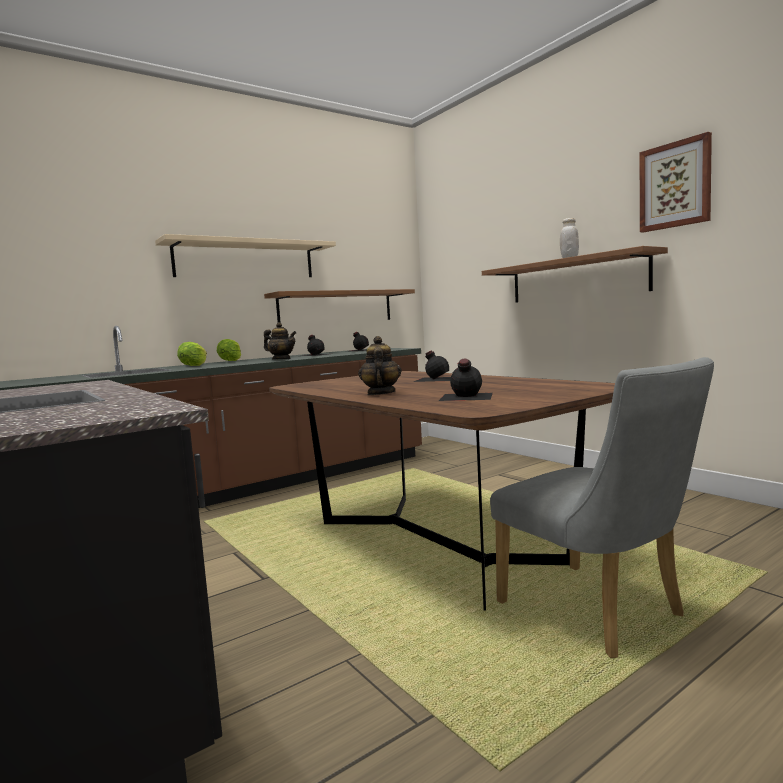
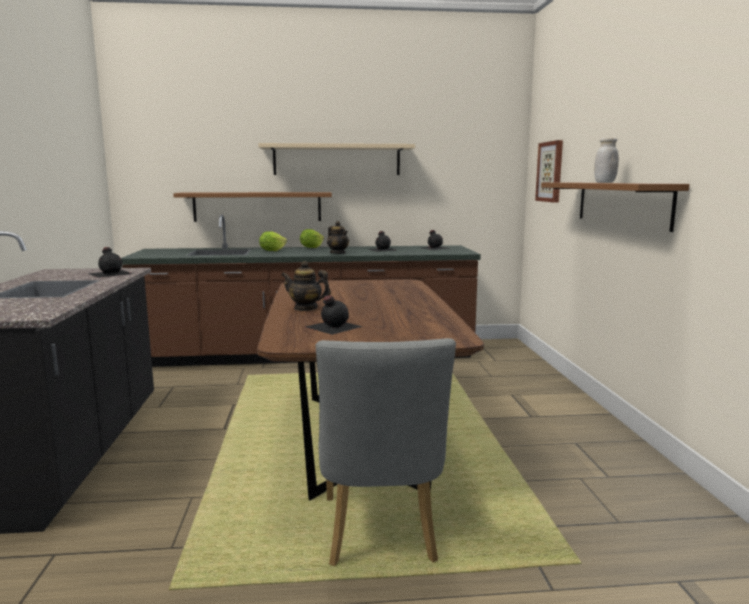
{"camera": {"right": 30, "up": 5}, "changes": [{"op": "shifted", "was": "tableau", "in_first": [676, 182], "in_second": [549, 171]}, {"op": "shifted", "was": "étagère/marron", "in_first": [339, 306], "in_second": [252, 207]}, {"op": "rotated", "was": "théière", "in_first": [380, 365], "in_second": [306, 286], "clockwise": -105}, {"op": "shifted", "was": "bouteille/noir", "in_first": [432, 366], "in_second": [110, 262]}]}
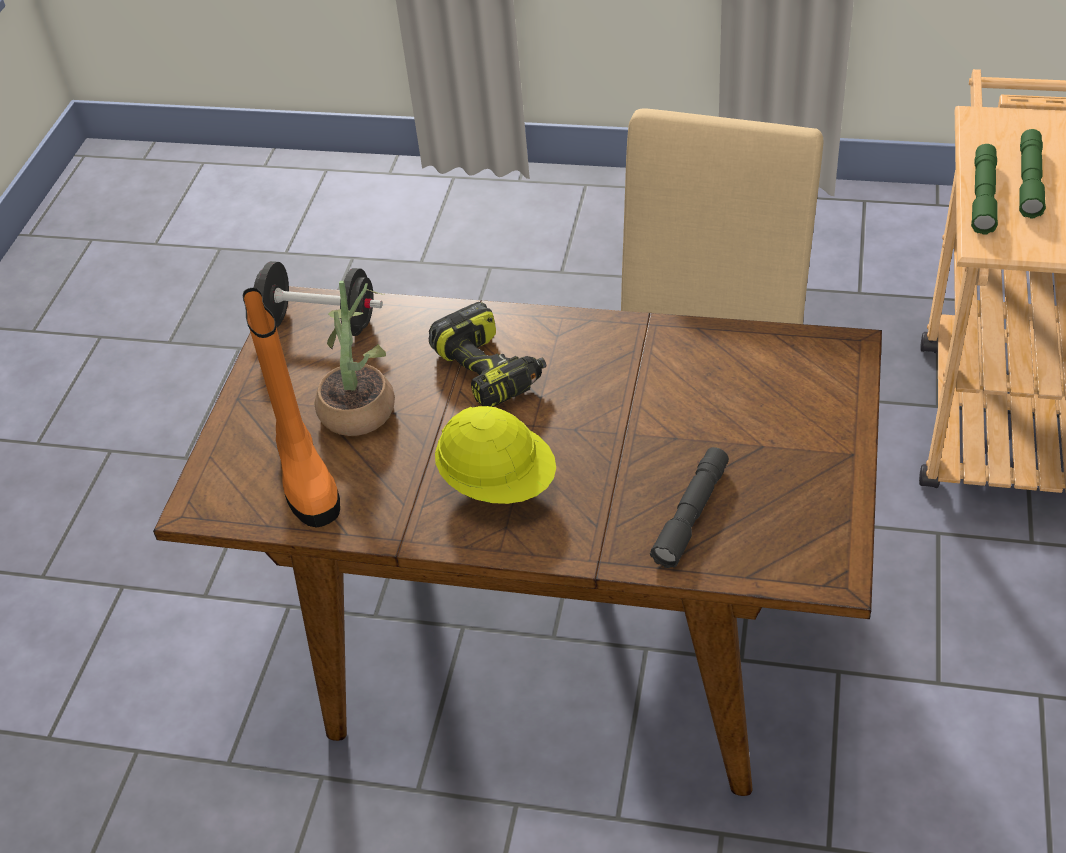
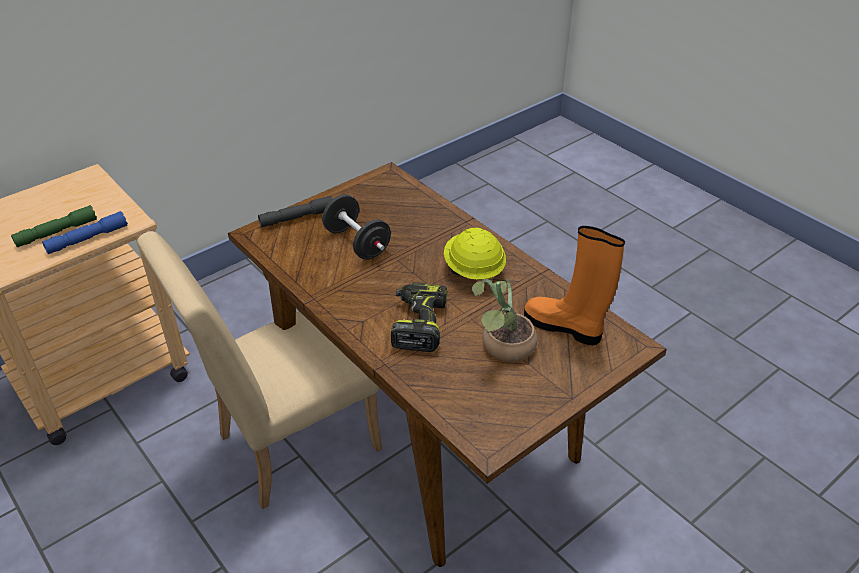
{"camera": {"right": -145, "up": -5}, "changes": [{"op": "repainted", "was": "lampe de poche/vert", "now": "lampe de poche/bleu", "in_first": [984, 189], "in_second": [85, 232]}, {"op": "shifted", "was": "haltère/noir", "in_first": [318, 298], "in_second": [356, 227]}, {"op": "rotated", "was": "botte/orange", "in_first": [291, 408], "in_second": [574, 285], "clockwise": -75}, {"op": "shifted", "was": "lampe de poche/gris", "in_first": [689, 507], "in_second": [295, 211]}]}
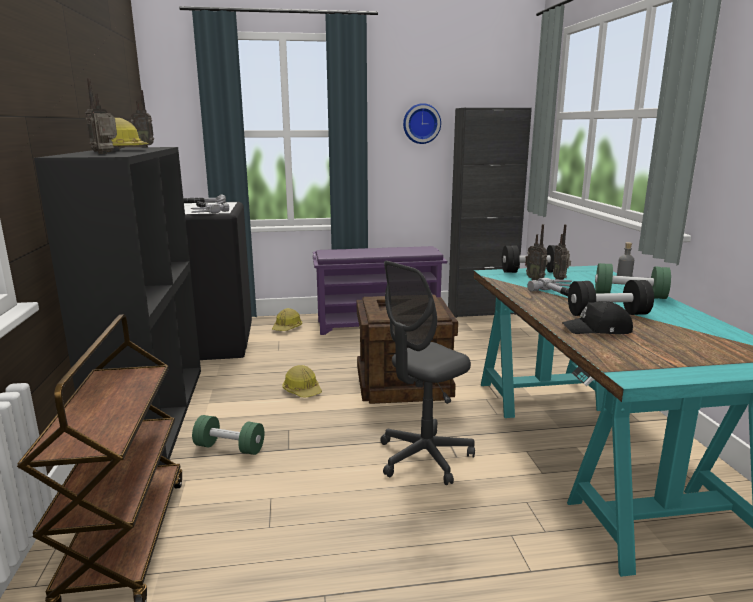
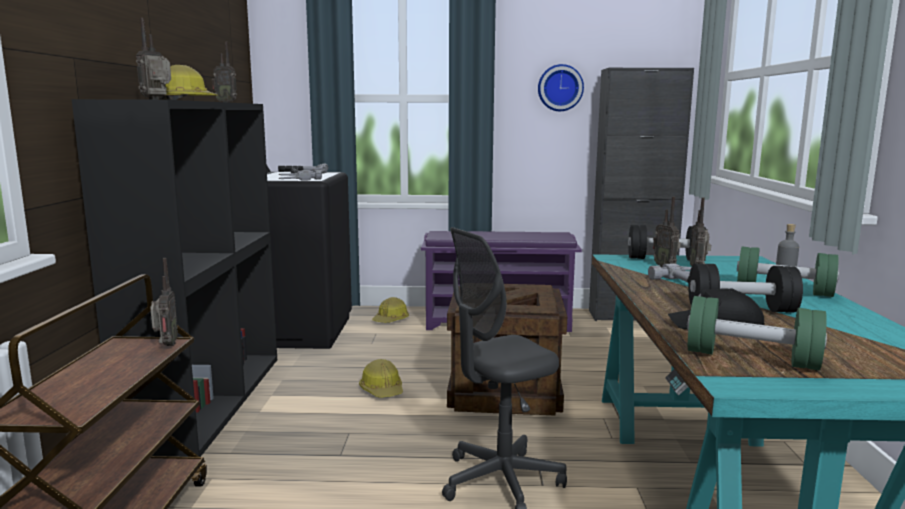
{"camera": {"right": 10, "up": -5}, "changes": [{"op": "shifted", "was": "haltère/vert", "in_first": [228, 435], "in_second": [757, 333]}, {"op": "new", "now": "radio", "in_second": [164, 302]}]}
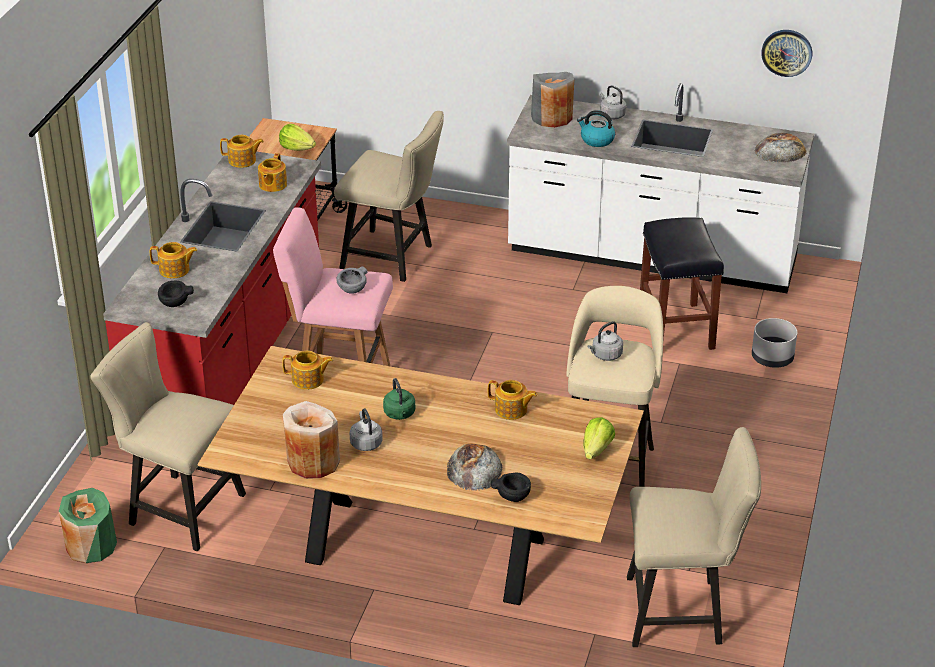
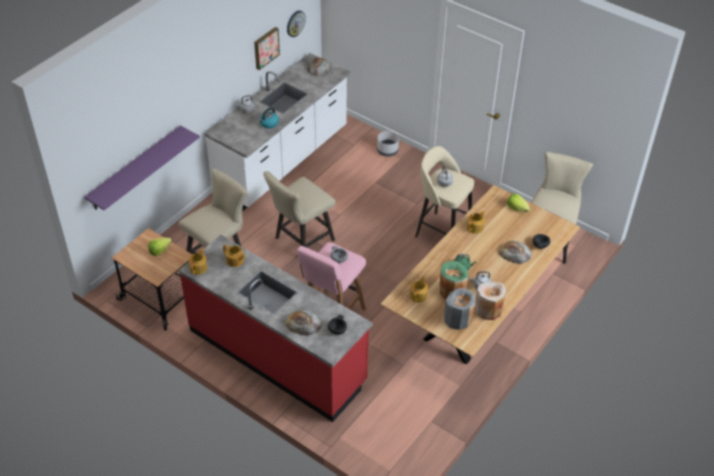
{"camera": {"right": -70, "up": 10}, "changes": [{"op": "shifted", "was": "vase/gris", "in_first": [552, 100], "in_second": [459, 309]}, {"op": "gone", "was": "tabouret/noir", "in_first": [682, 283]}, {"op": "swapped", "was": "théière", "now": "pain", "in_first": [173, 260], "in_second": [303, 323]}, {"op": "shifted", "was": "chaise/beige", "in_first": [168, 436], "in_second": [299, 209]}, {"op": "shifted", "was": "vase/vert", "in_first": [88, 525], "in_second": [454, 280]}, {"op": "new", "now": "tableau", "in_second": [267, 48]}, {"op": "new", "now": "étagère/violet", "in_second": [142, 167]}]}
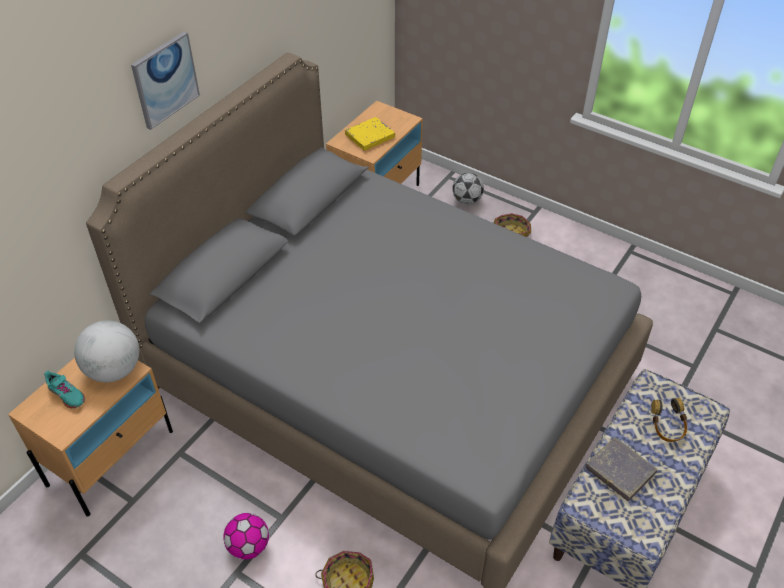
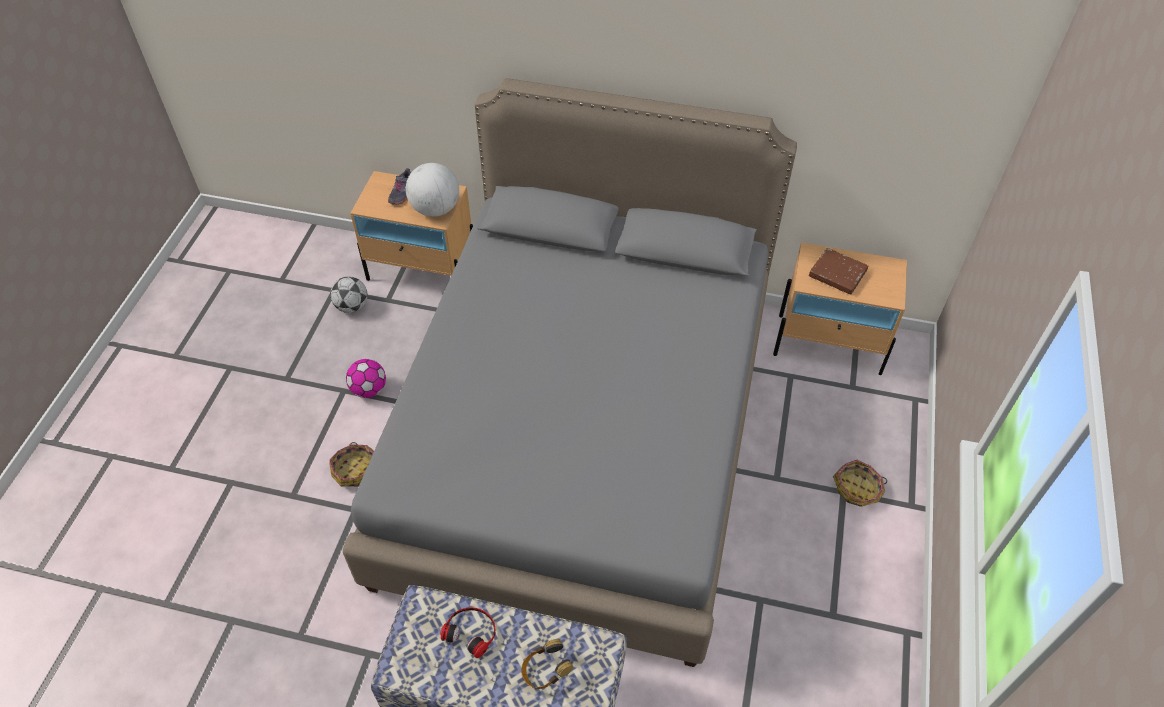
{"camera": {"right": 70, "up": 5}, "changes": [{"op": "gone", "was": "tableau", "in_first": [165, 80]}, {"op": "repainted", "was": "livre/jaune", "now": "livre/marron", "in_first": [370, 134], "in_second": [838, 271]}, {"op": "shifted", "was": "ballon de foot", "in_first": [468, 188], "in_second": [349, 294]}, {"op": "repainted", "was": "chaussure/turquoise", "now": "chaussure/gris", "in_first": [64, 390], "in_second": [399, 186]}, {"op": "swapped", "was": "livre/gris", "now": "casque audio", "in_first": [621, 469], "in_second": [467, 632]}]}
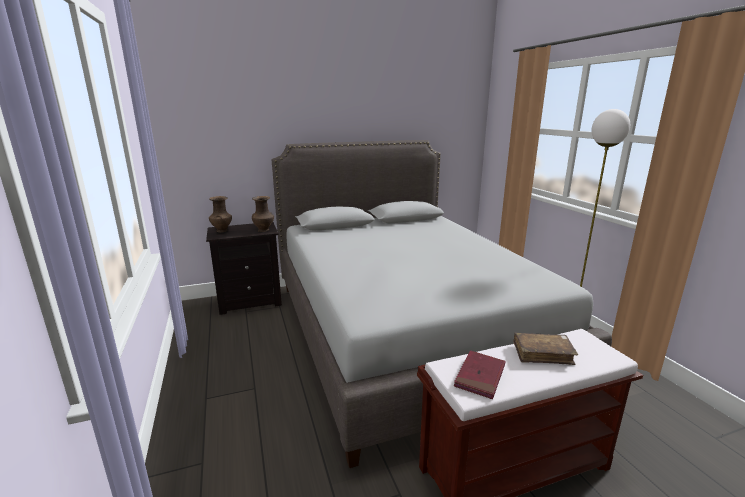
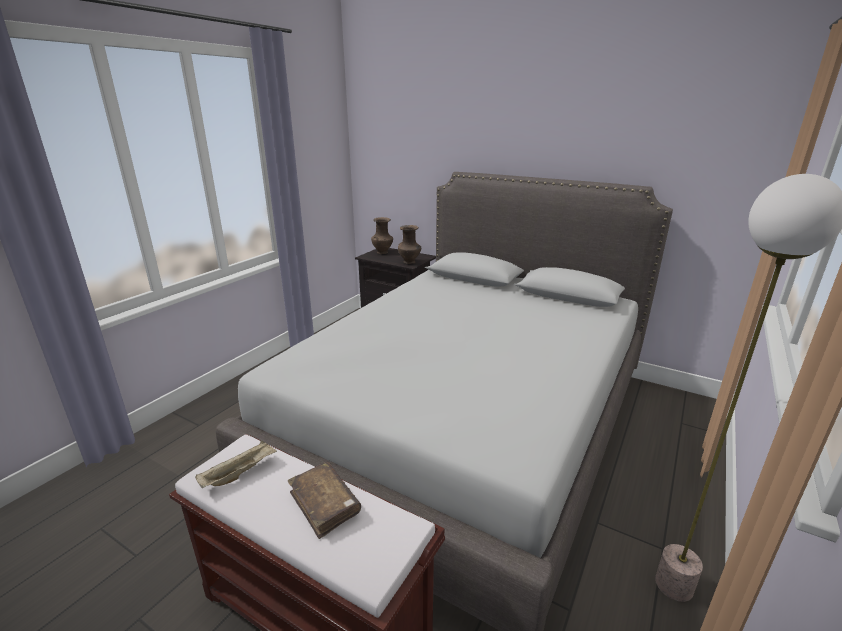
{"camera": {"right": 50, "up": 5}, "changes": [{"op": "swapped", "was": "livre/rouge", "now": "plateau/beige", "in_first": [480, 374], "in_second": [236, 464]}]}
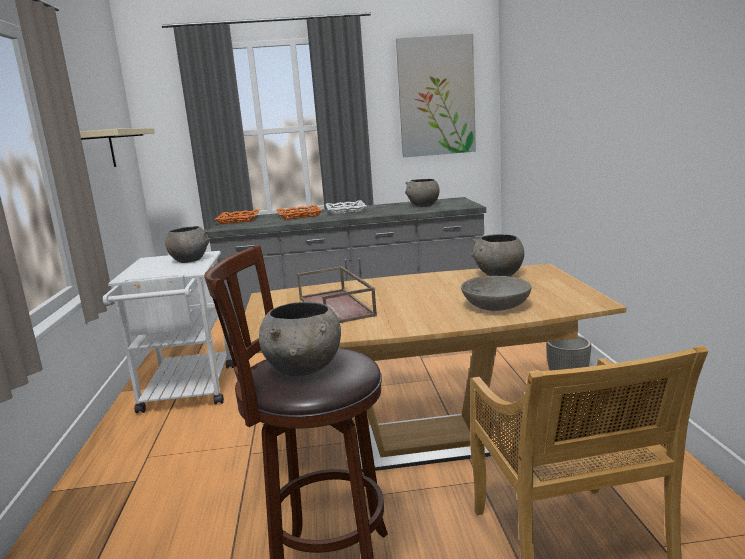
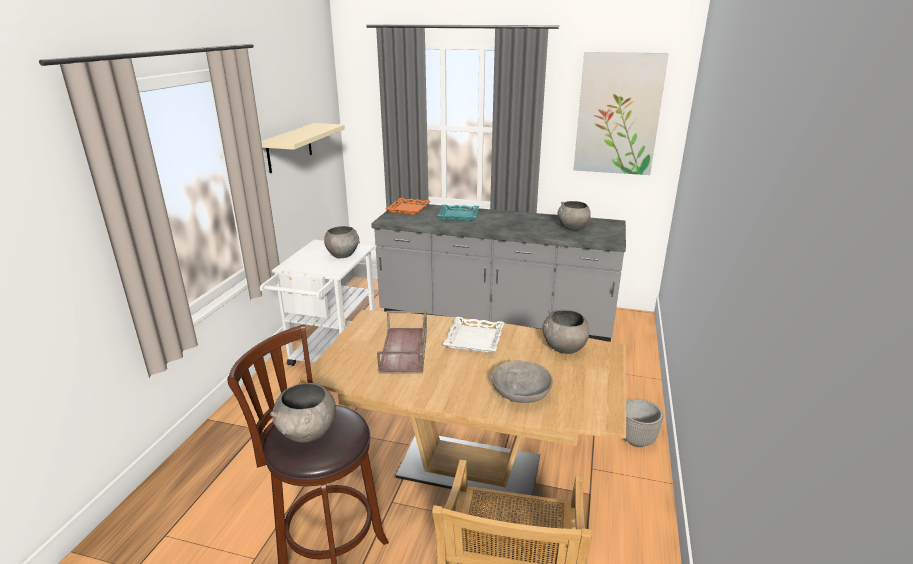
{"camera": {"right": 20, "up": 10}, "changes": [{"op": "shifted", "was": "plateau/blanc", "in_first": [346, 207], "in_second": [474, 335]}, {"op": "repainted", "was": "plateau/orange", "now": "plateau/turquoise", "in_first": [299, 212], "in_second": [458, 213]}]}
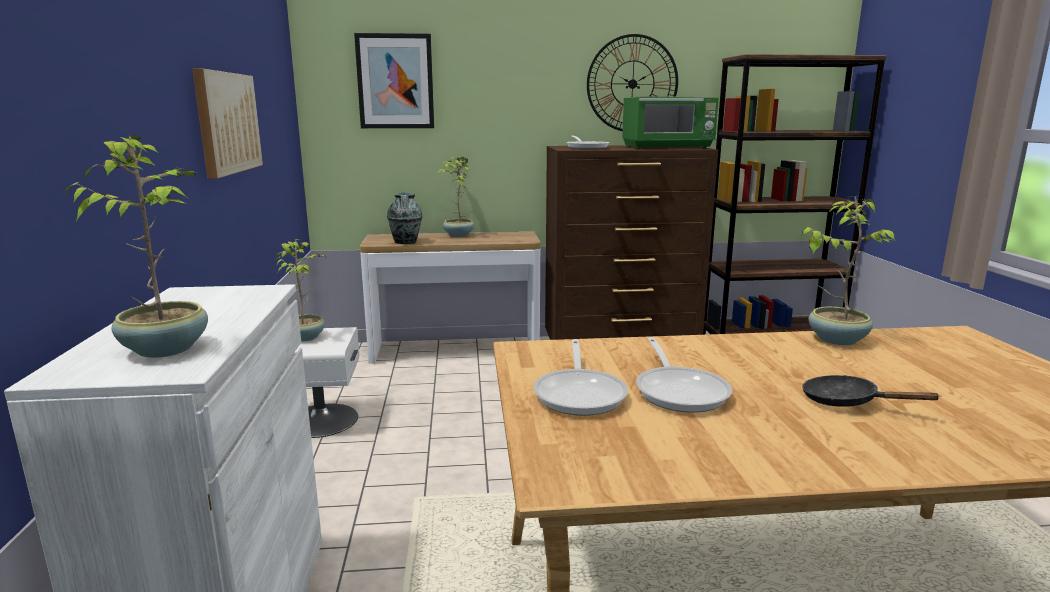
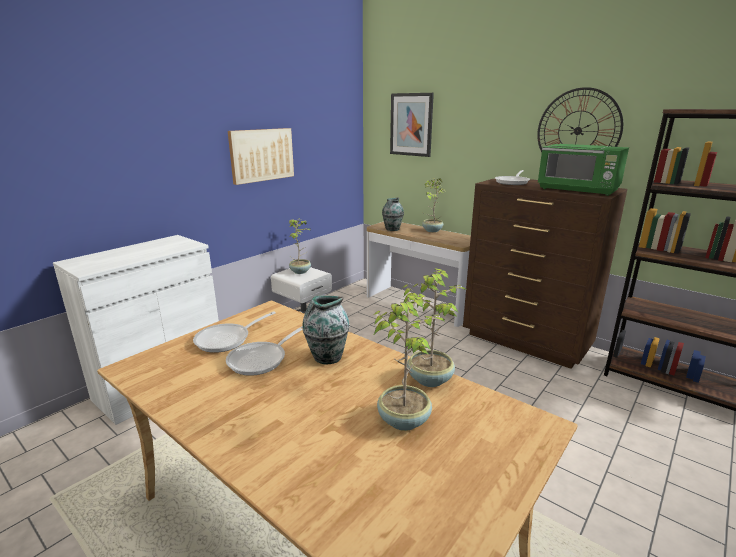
{"camera": {"right": 45, "up": 5}, "changes": [{"op": "shifted", "was": "plante en pot", "in_first": [136, 247], "in_second": [409, 363]}, {"op": "gone", "was": "poêle/noir", "in_first": [871, 391]}, {"op": "new", "now": "vase", "in_second": [326, 330]}]}
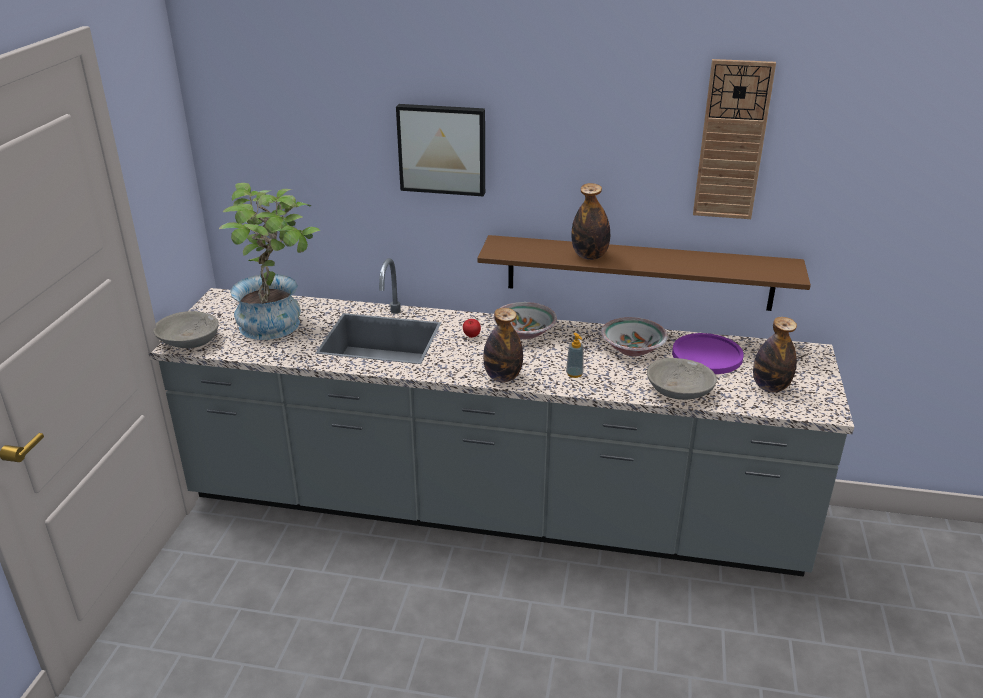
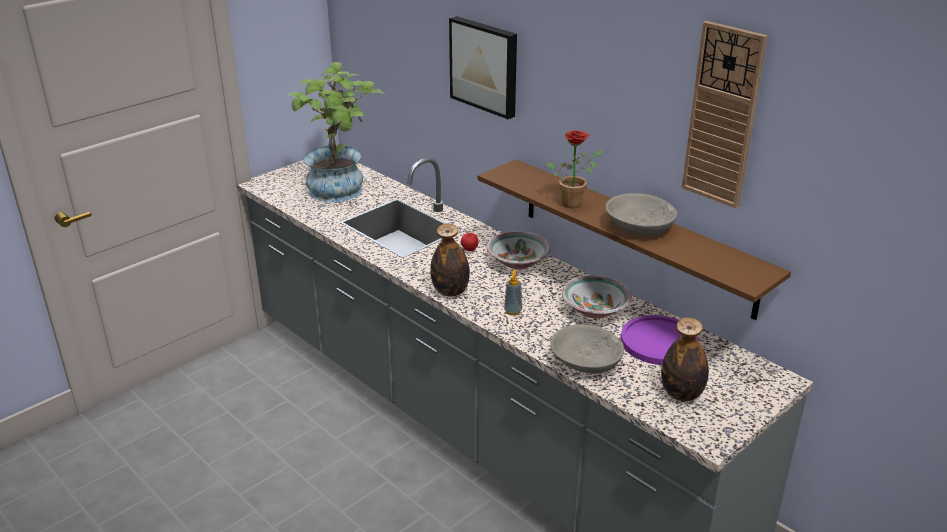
{"camera": {"right": 35, "up": 0}, "changes": [{"op": "swapped", "was": "bouteille", "now": "plante en pot", "in_first": [590, 221], "in_second": [574, 169]}, {"op": "shifted", "was": "bol/gris", "in_first": [185, 329], "in_second": [642, 214]}]}
